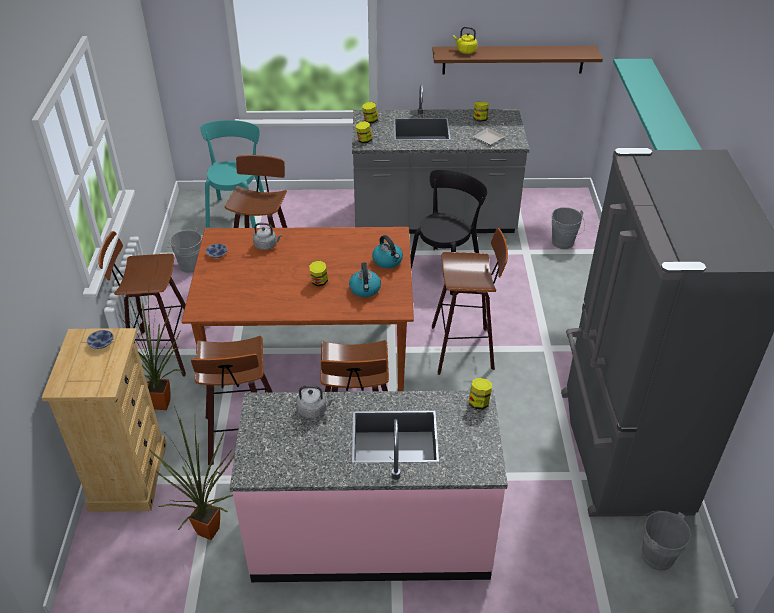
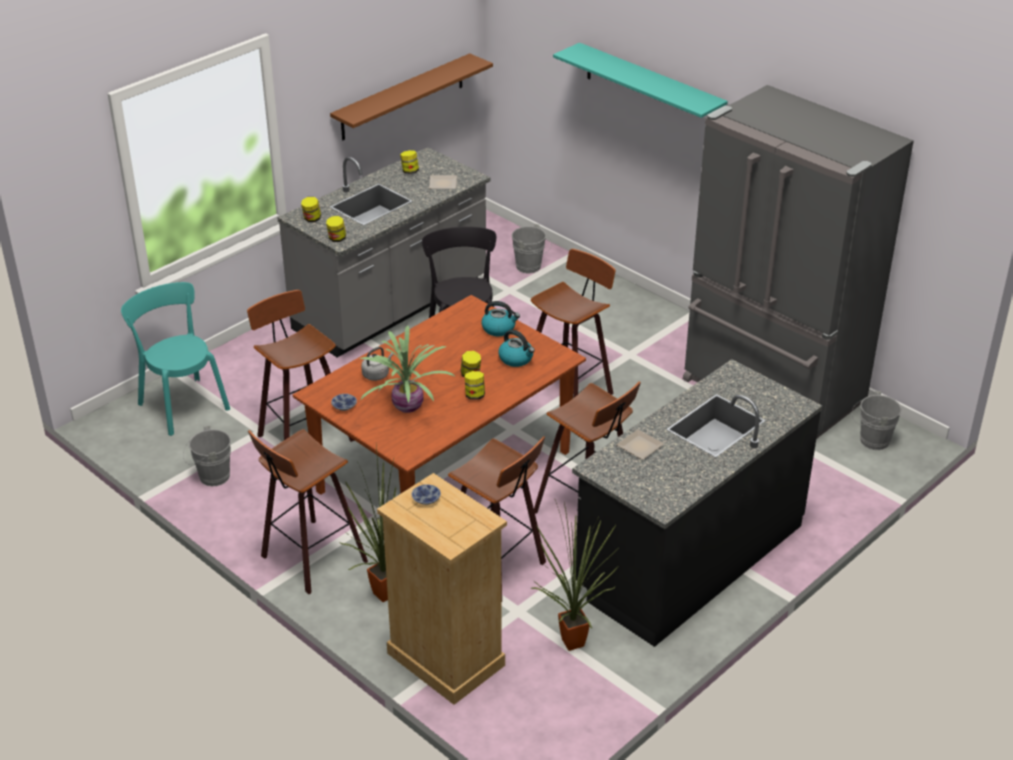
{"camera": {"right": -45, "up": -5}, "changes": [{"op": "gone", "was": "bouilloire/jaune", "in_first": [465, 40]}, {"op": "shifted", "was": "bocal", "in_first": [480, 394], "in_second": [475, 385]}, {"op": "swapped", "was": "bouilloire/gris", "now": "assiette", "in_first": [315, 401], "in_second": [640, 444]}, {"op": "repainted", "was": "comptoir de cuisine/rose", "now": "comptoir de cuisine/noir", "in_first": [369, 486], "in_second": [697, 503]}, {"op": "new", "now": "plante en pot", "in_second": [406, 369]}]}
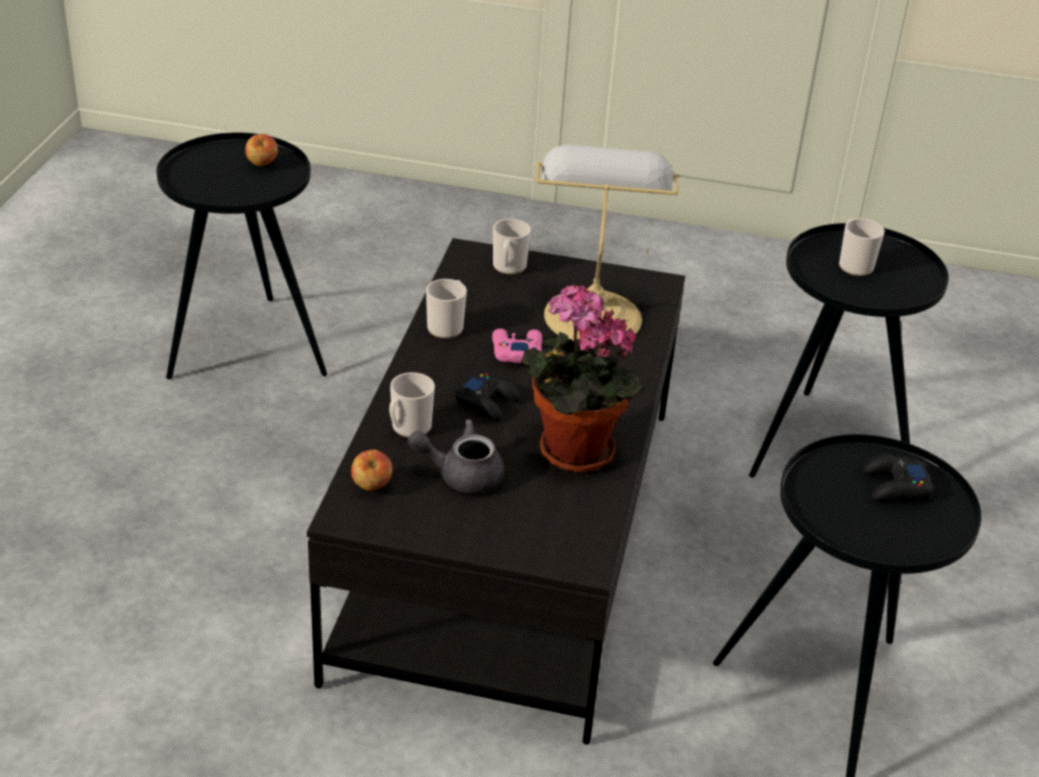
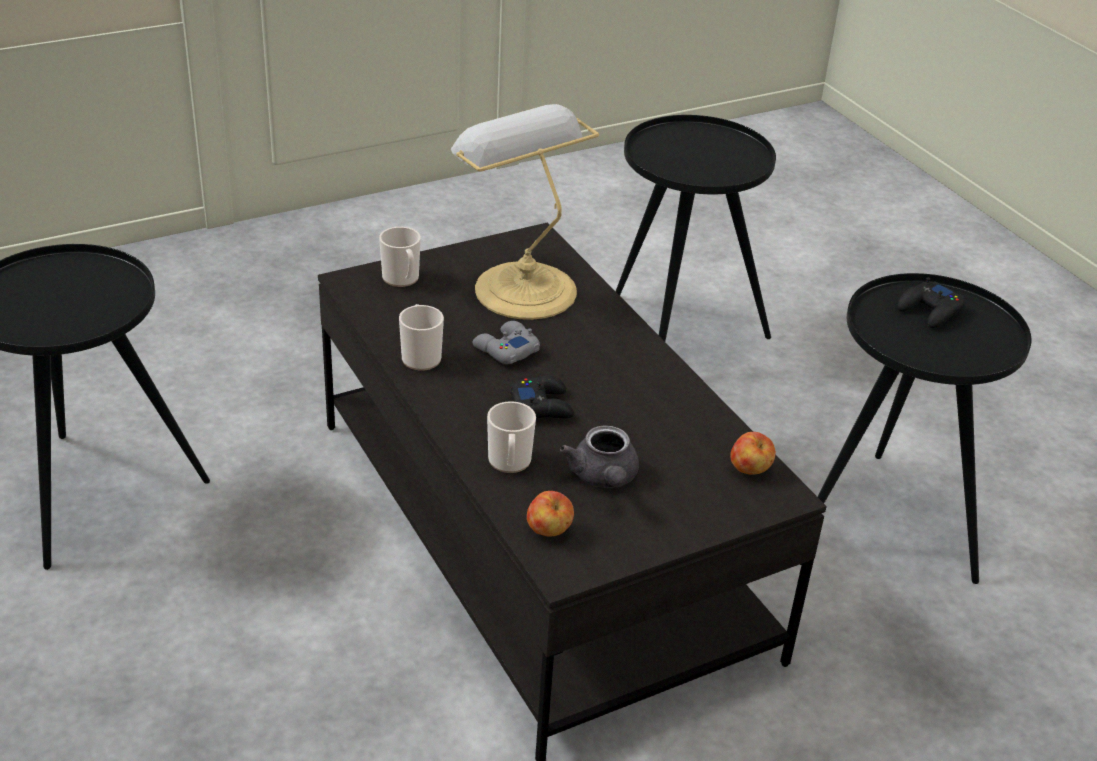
{"camera": {"right": -40, "up": 0}, "changes": [{"op": "shifted", "was": "pomme", "in_first": [261, 150], "in_second": [753, 453]}, {"op": "gone", "was": "mug", "in_first": [862, 247]}, {"op": "gone", "was": "plante en pot", "in_first": [583, 378]}, {"op": "repainted", "was": "manette/rose", "now": "manette/gris", "in_first": [517, 346], "in_second": [506, 342]}, {"op": "rotated", "was": "théière/gris", "in_first": [456, 456], "in_second": [599, 456], "clockwise": -60}]}
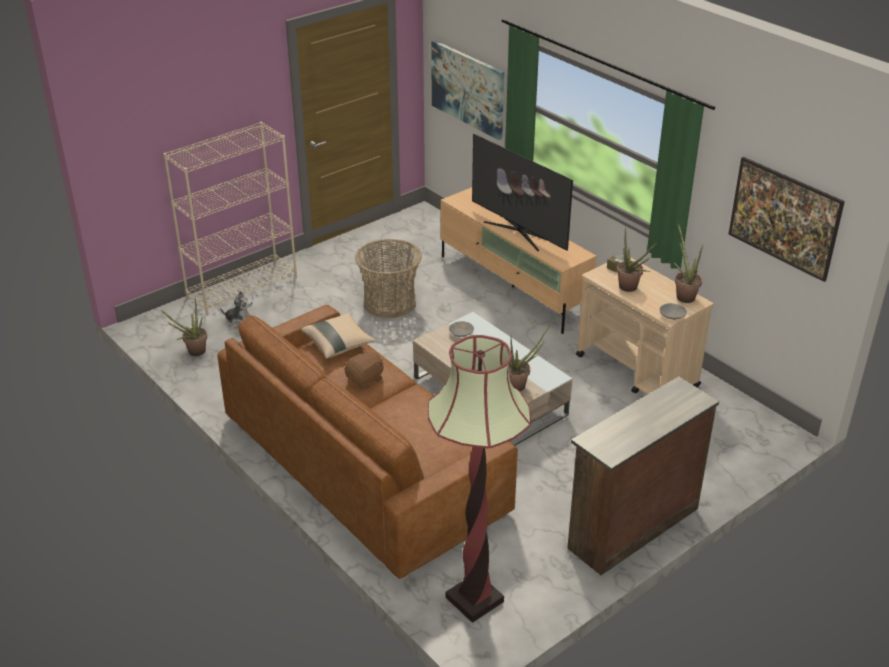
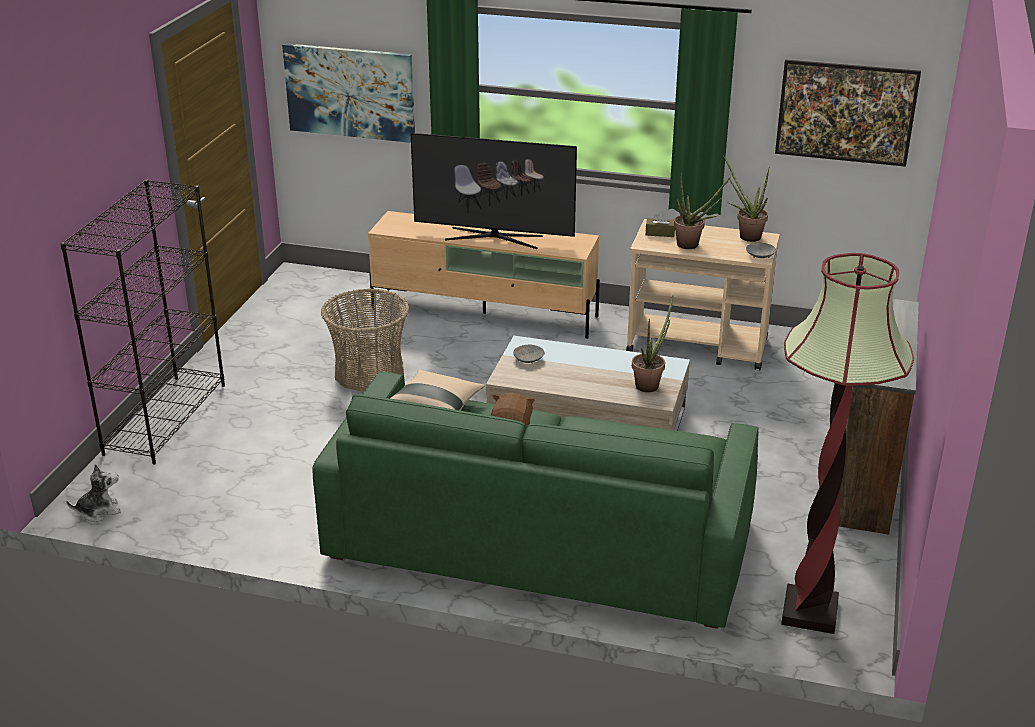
{"camera": {"right": -35, "up": -5}, "changes": [{"op": "repainted", "was": "bibliothèque/beige", "now": "bibliothèque/noir", "in_first": [230, 218], "in_second": [142, 322]}, {"op": "shifted", "was": "peluche", "in_first": [236, 309], "in_second": [93, 493]}, {"op": "gone", "was": "plante en pot", "in_first": [184, 326]}, {"op": "repainted", "was": "canapé/marron", "now": "canapé/vert", "in_first": [367, 442], "in_second": [535, 500]}]}
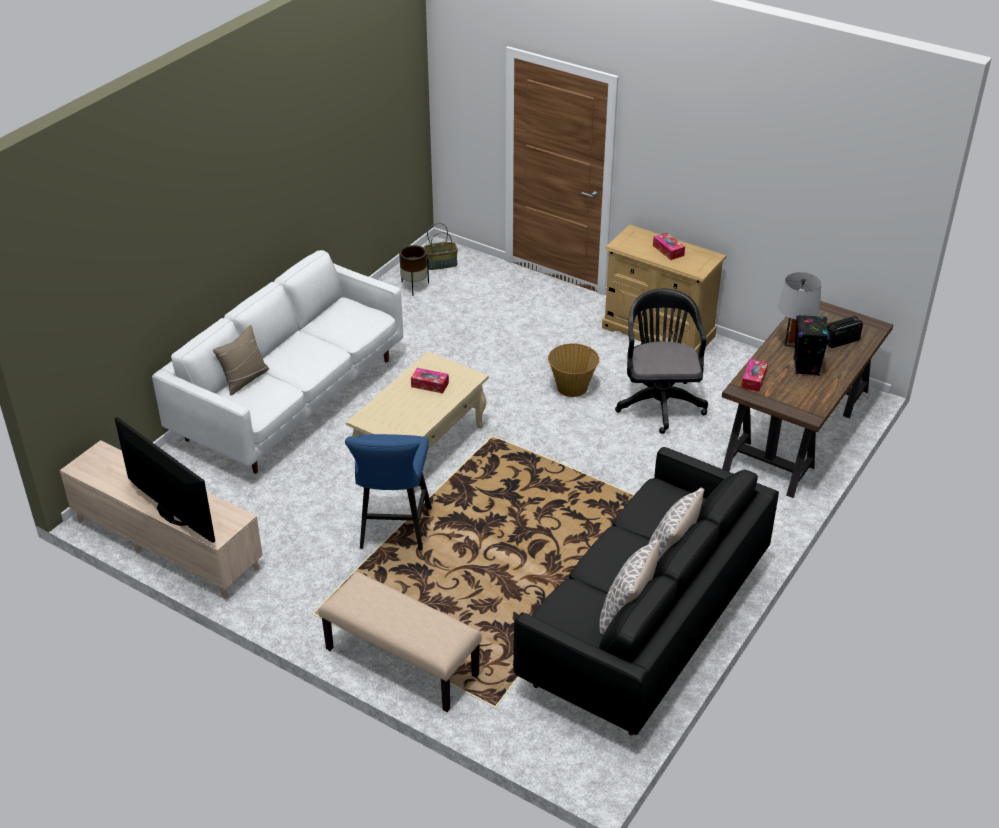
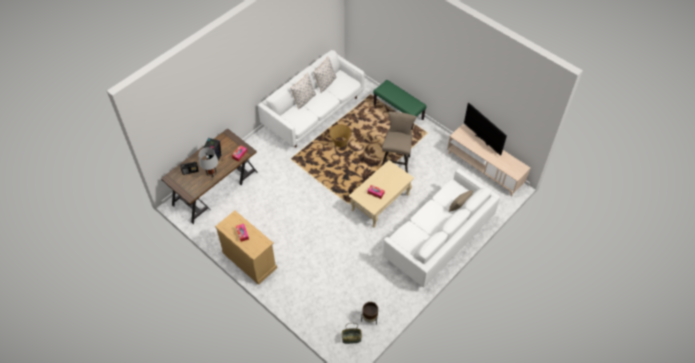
{"camera": {"right": -170, "up": 15}, "changes": [{"op": "gone", "was": "chaise de bureau/noir", "in_first": [661, 361]}, {"op": "shifted", "was": "panier", "in_first": [573, 370], "in_second": [340, 135]}, {"op": "repainted", "was": "tabouret/bleu", "now": "tabouret/beige", "in_first": [388, 492], "in_second": [399, 142]}, {"op": "repainted", "was": "canapé/noir", "now": "canapé/blanc", "in_first": [646, 591], "in_second": [311, 99]}, {"op": "repainted", "was": "banc/beige", "now": "banc/vert", "in_first": [400, 642], "in_second": [400, 105]}]}
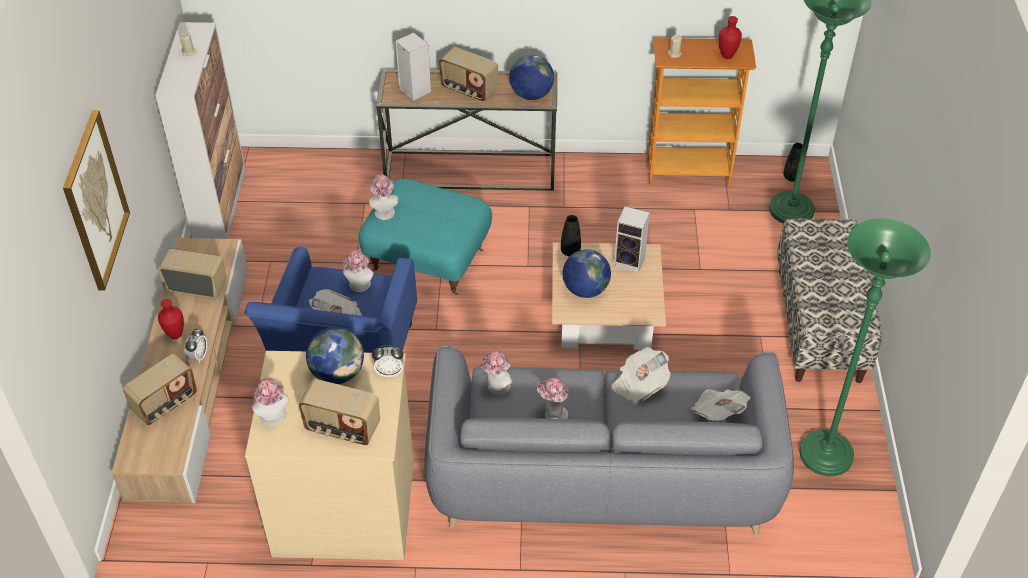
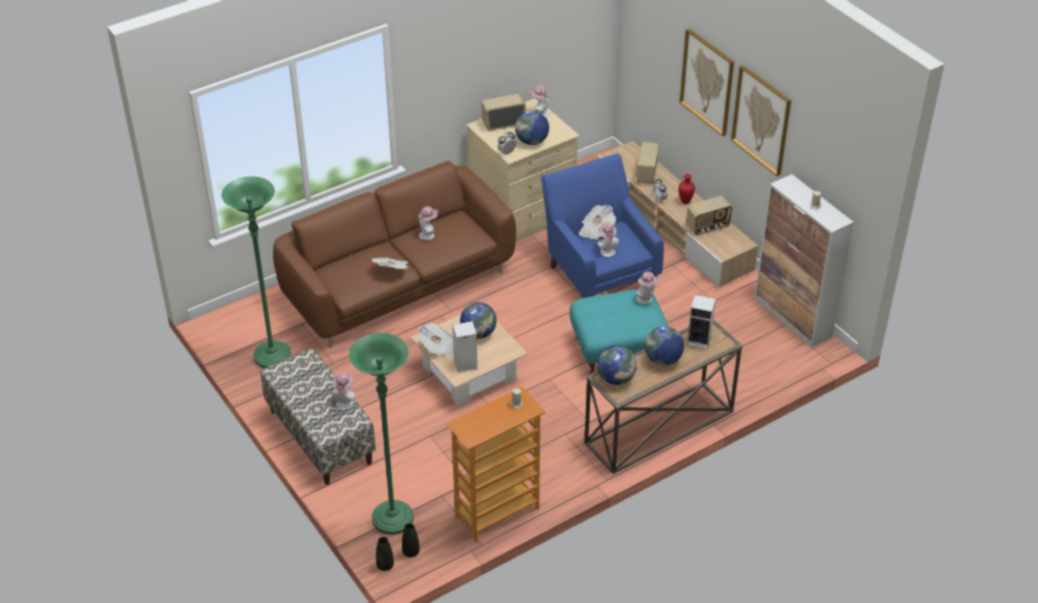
{"camera": {"right": 145, "up": -5}, "changes": [{"op": "gone", "was": "vase/rouge", "in_first": [730, 37]}, {"op": "swapped", "was": "radio", "now": "globe", "in_first": [468, 74], "in_second": [664, 345]}, {"op": "shifted", "was": "vase/noir", "in_first": [571, 236], "in_second": [385, 554]}, {"op": "repainted", "was": "canapé/gris", "now": "canapé/marron", "in_first": [609, 440], "in_second": [394, 254]}, {"op": "shifted", "was": "chapeau", "in_first": [496, 372], "in_second": [343, 391]}, {"op": "shifted", "was": "journal", "in_first": [721, 405], "in_second": [436, 339]}, {"op": "new", "now": "tableau", "in_second": [761, 120]}]}
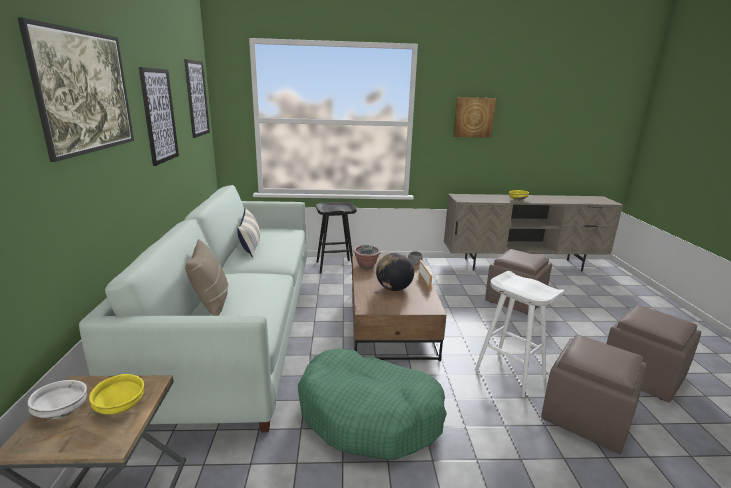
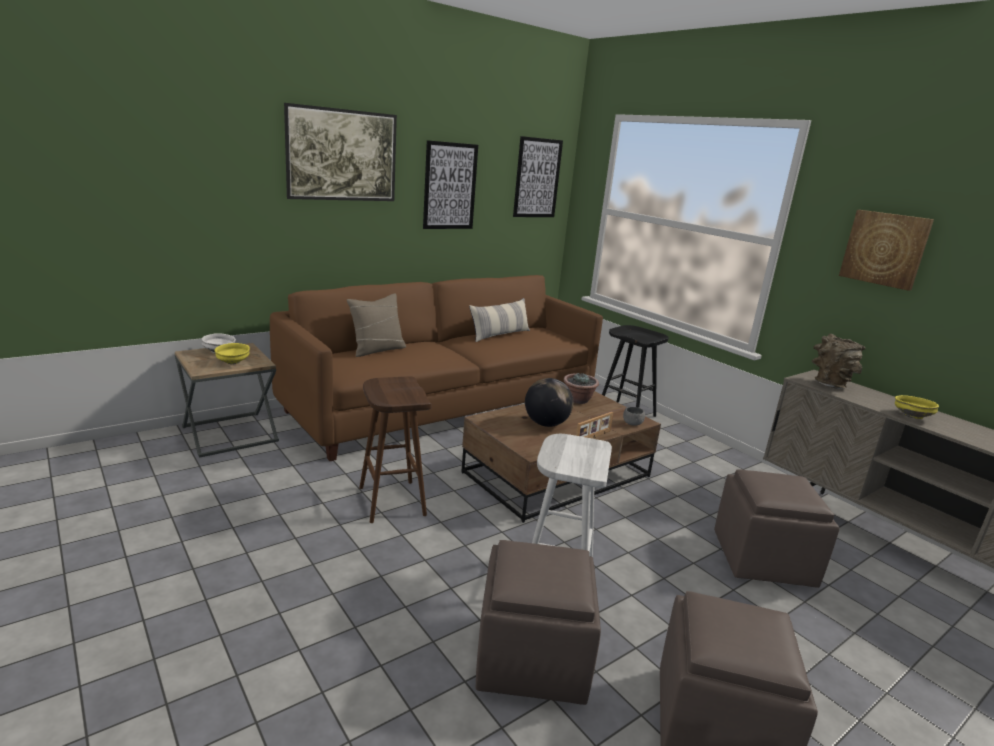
{"camera": {"right": 55, "up": 0}, "changes": [{"op": "repainted", "was": "canapé/blanc", "now": "canapé/marron", "in_first": [193, 308], "in_second": [436, 368]}, {"op": "swapped", "was": "panier pour chien/vert", "now": "tabouret/marron", "in_first": [372, 404], "in_second": [395, 449]}, {"op": "new", "now": "vase/marron", "in_second": [839, 361]}]}
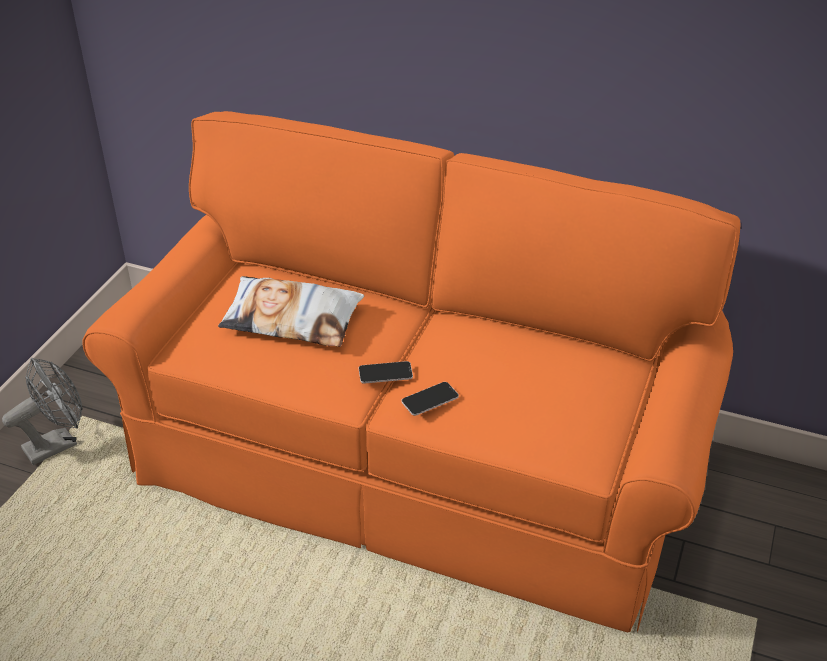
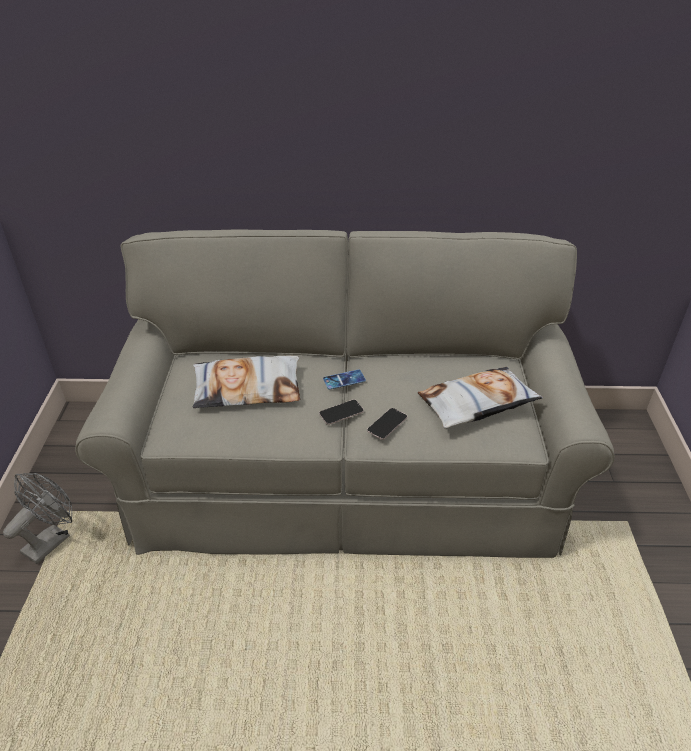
{"camera": {"right": -20, "up": 0}, "changes": [{"op": "repainted", "was": "canapé/orange", "now": "canapé/gris", "in_first": [411, 371], "in_second": [345, 393]}, {"op": "new", "now": "coussin", "in_second": [480, 397]}, {"op": "new", "now": "téléphone", "in_second": [344, 379]}]}
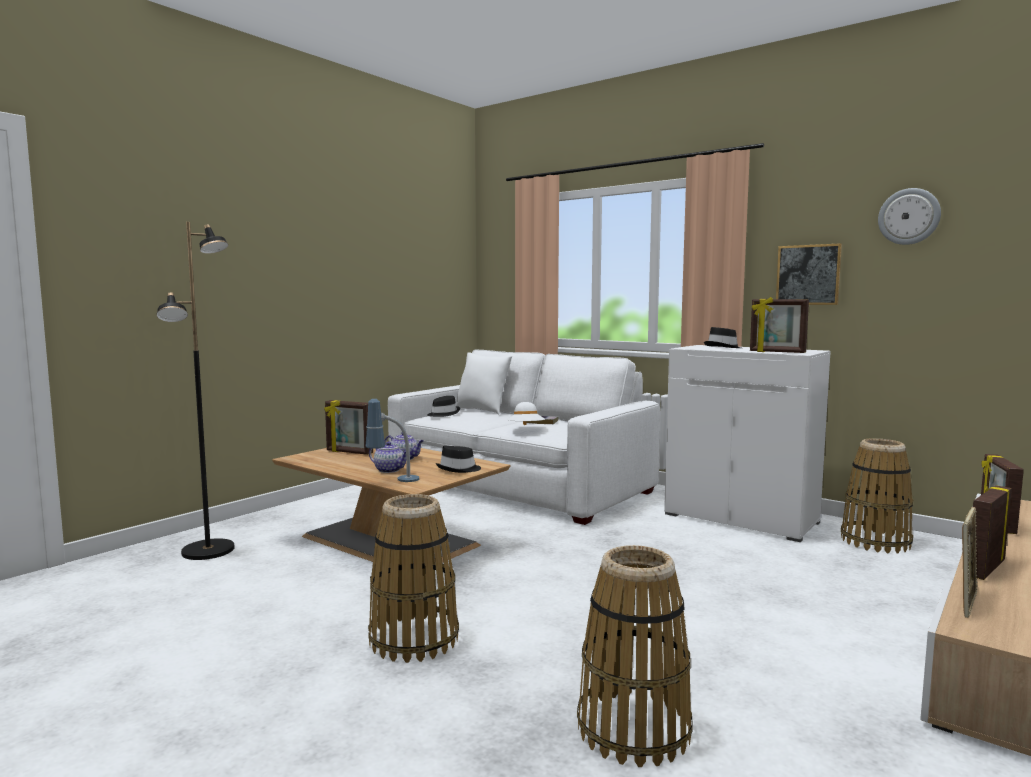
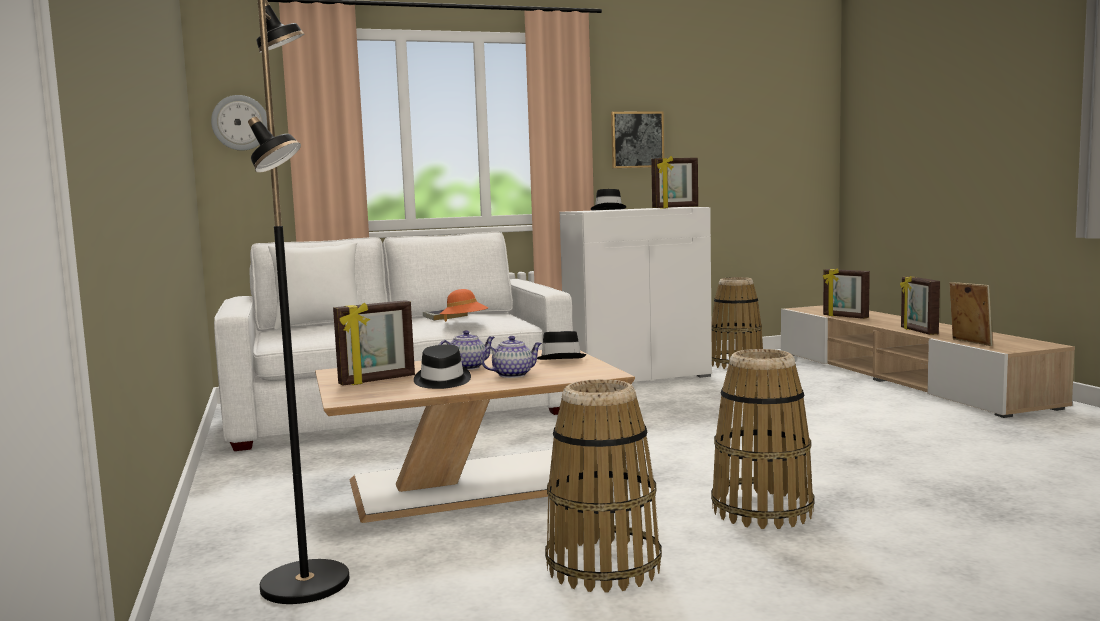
{"camera": {"right": -55, "up": 0}, "changes": [{"op": "shifted", "was": "horloge murale", "in_first": [909, 216], "in_second": [239, 123]}, {"op": "shifted", "was": "chapeau/noir", "in_first": [443, 406], "in_second": [442, 366]}, {"op": "gone", "was": "lampe de table", "in_first": [392, 440]}, {"op": "repainted", "was": "chapeau/blanc", "now": "chapeau/orange", "in_first": [526, 413], "in_second": [464, 305]}, {"op": "shifted", "was": "panier", "in_first": [635, 656], "in_second": [603, 486]}]}
